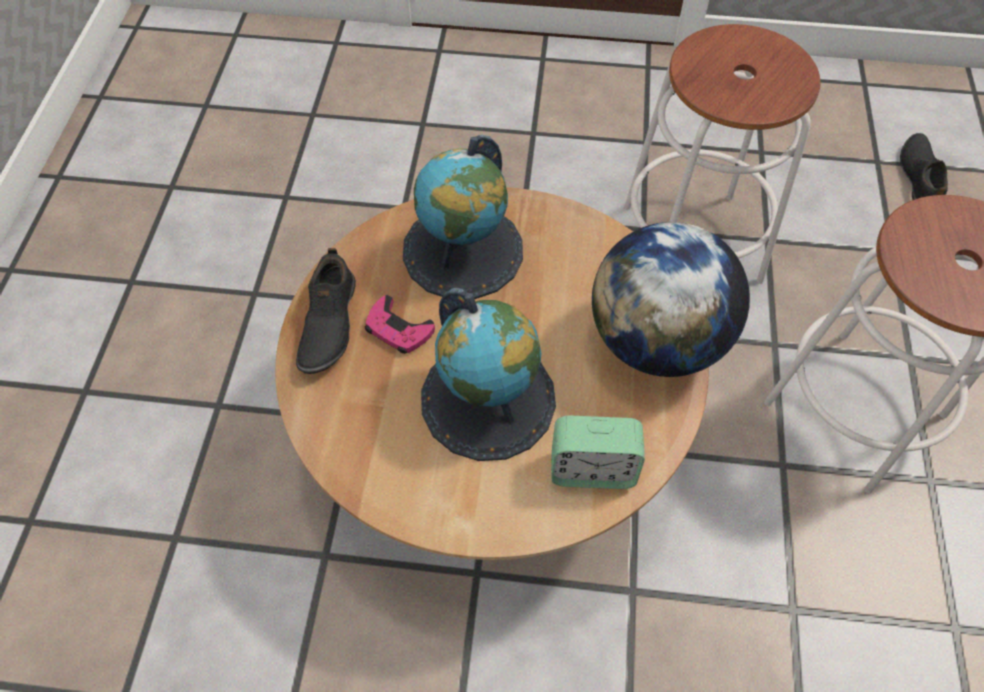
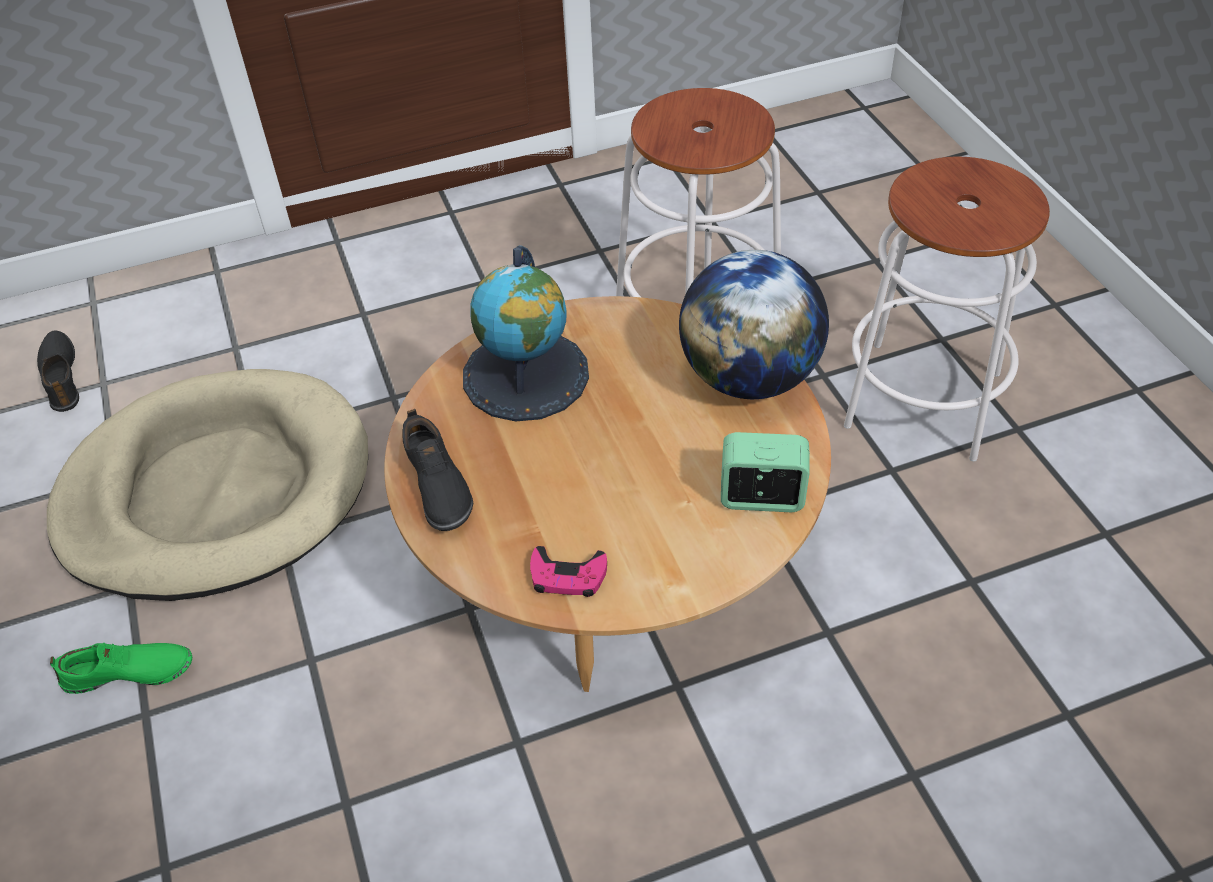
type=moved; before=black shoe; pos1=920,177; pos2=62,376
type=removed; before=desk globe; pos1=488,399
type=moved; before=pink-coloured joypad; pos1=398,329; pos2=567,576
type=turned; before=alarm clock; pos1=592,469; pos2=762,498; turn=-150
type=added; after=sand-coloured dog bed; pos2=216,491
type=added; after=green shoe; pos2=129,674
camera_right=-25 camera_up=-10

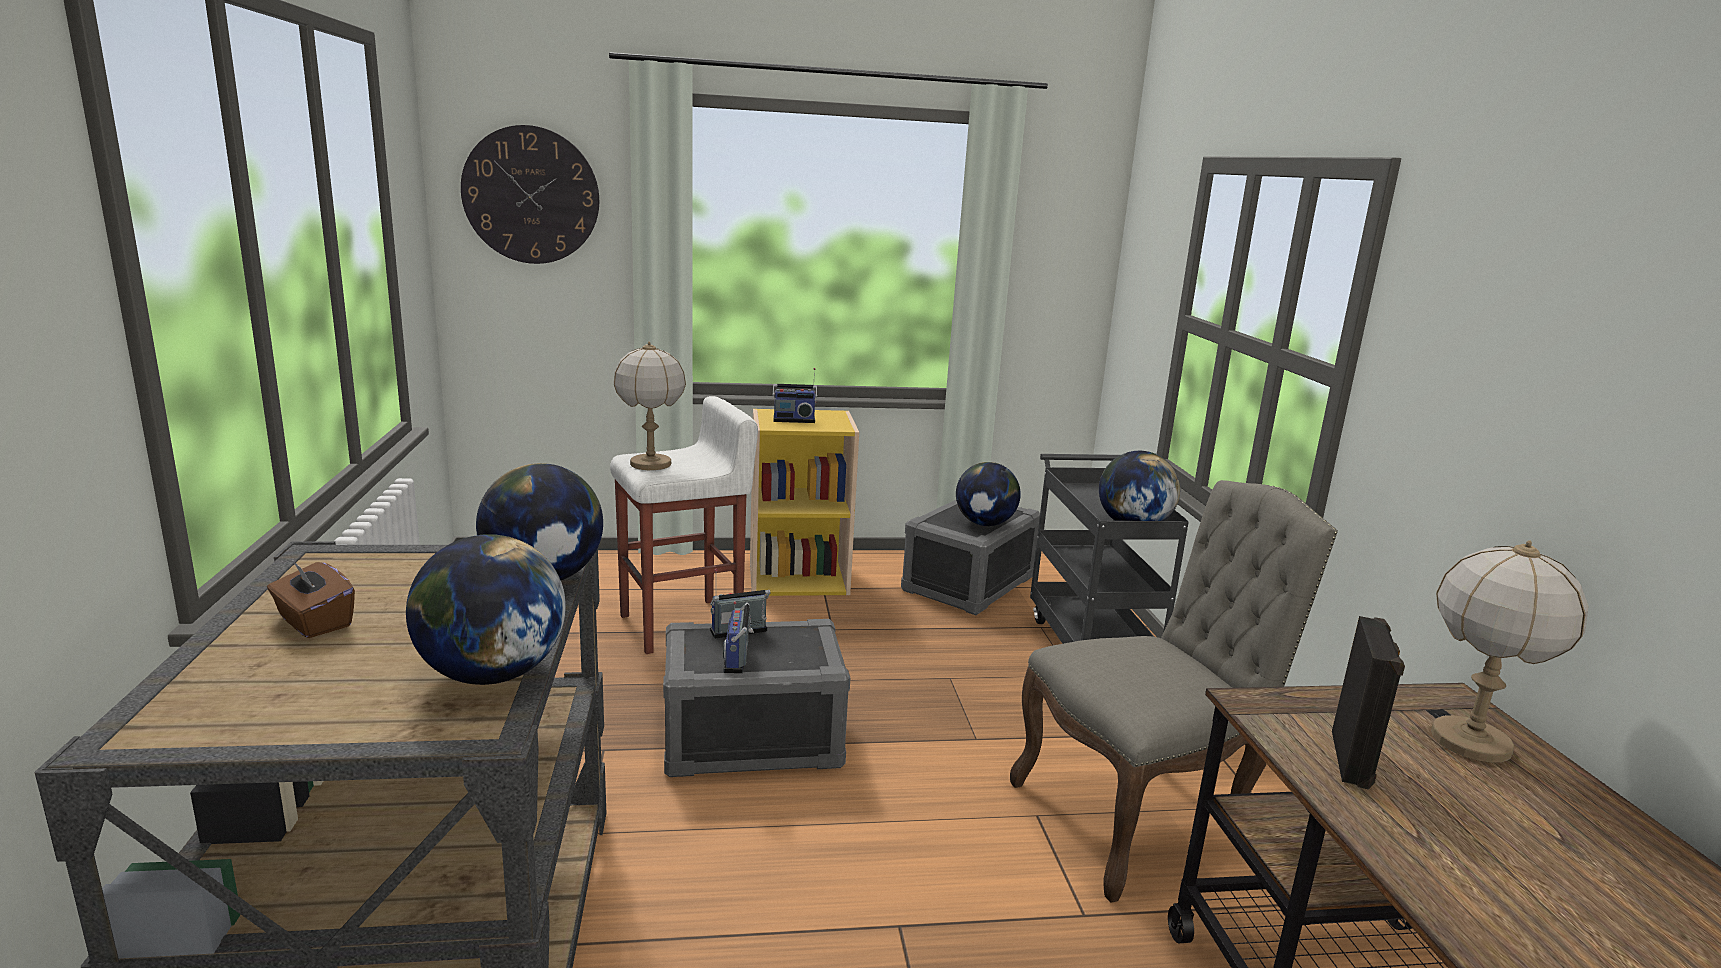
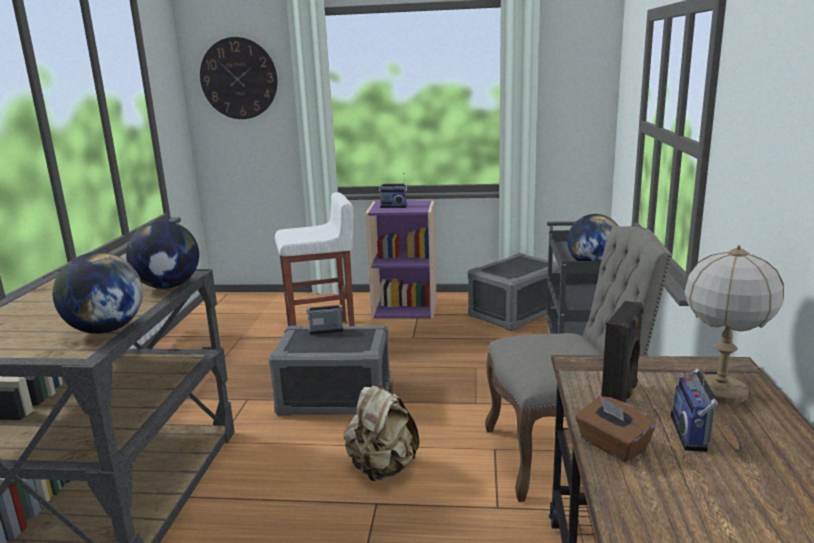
type=removed; before=table lamp; pos1=650,464
type=recoloured; before=yellowish bookshelf; after=purple-coloured bookshelf; pos1=799,578; pos2=405,308
type=removed; before=desk globe; pos1=985,524
type=moved; before=brown tissue holder; pos1=314,622; pos2=612,445
type=moved; before=radio receiver; pos1=738,659; pos2=692,433
type=added; after=sand-coloured backpack; pos2=382,468
camera_right=15 camera_up=0

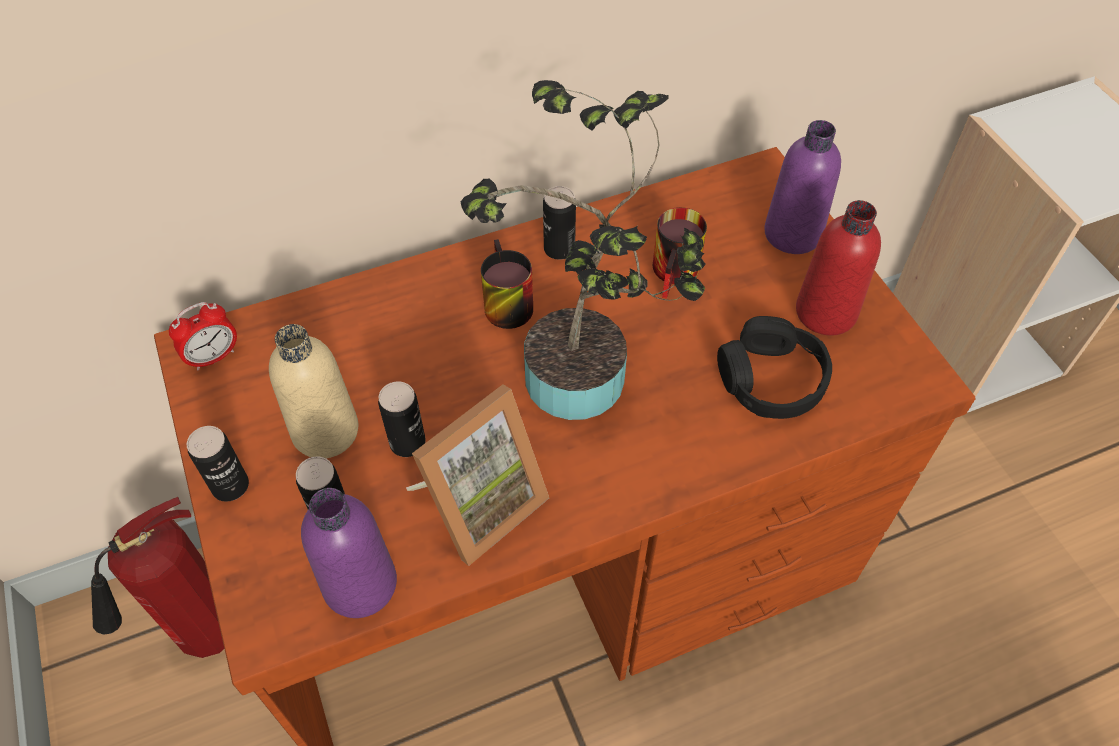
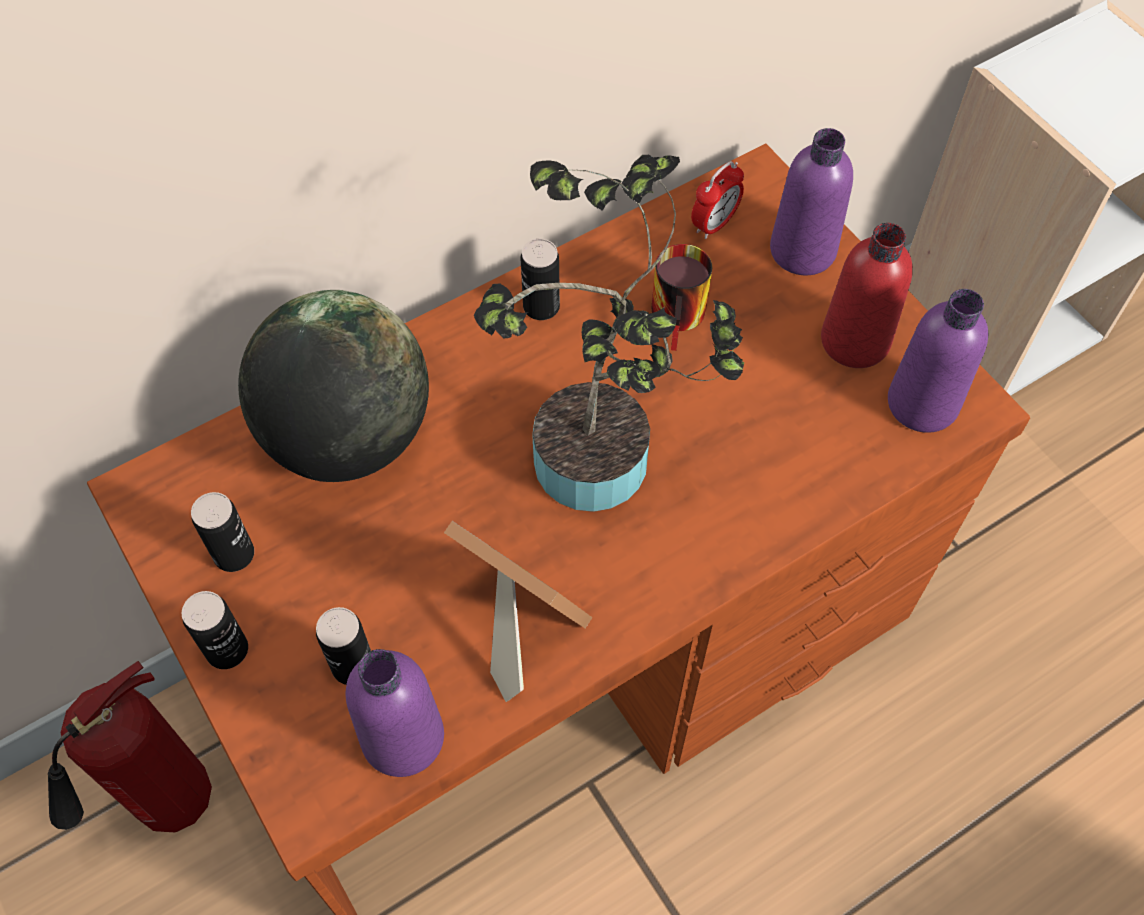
type=removed; before=tea mug; pos1=502,303
type=moved; before=alarm clock; pos1=214,357; pos2=714,224
type=removed; before=black headset; pos1=771,379
type=removed; before=sand-coloured bottle; pos1=325,431
type=moved; before=can; pos1=407,442; pos2=234,554
type=turned; before=picture frame; pos1=479,503; pos2=515,624; turn=-90
type=added; after=purple-coloured bottle; pos2=922,403
type=added; after=desk globe; pos2=349,436
camera_right=-10 camera_up=5

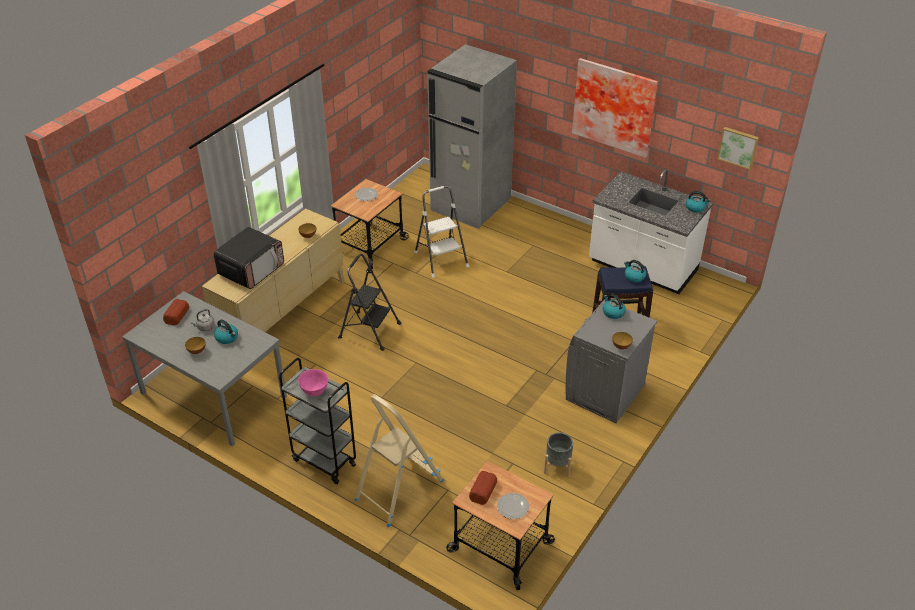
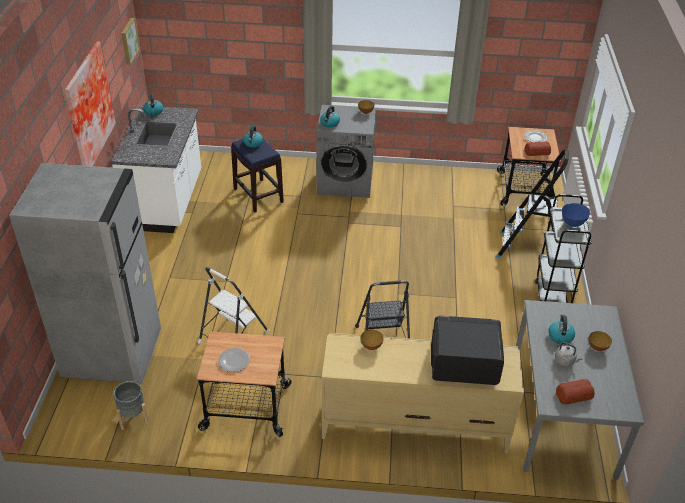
type=recoloured; before=pink-coloured serving bowl; after=blue serving bowl; pos1=315,392; pos2=572,223
type=recoloured; before=sand-coloured stepladder; after=black stepladder; pos1=400,489; pos2=530,249
type=moved; before=gray flower pot; pos1=557,466; pos2=133,416
camera_right=-120 camera_up=0

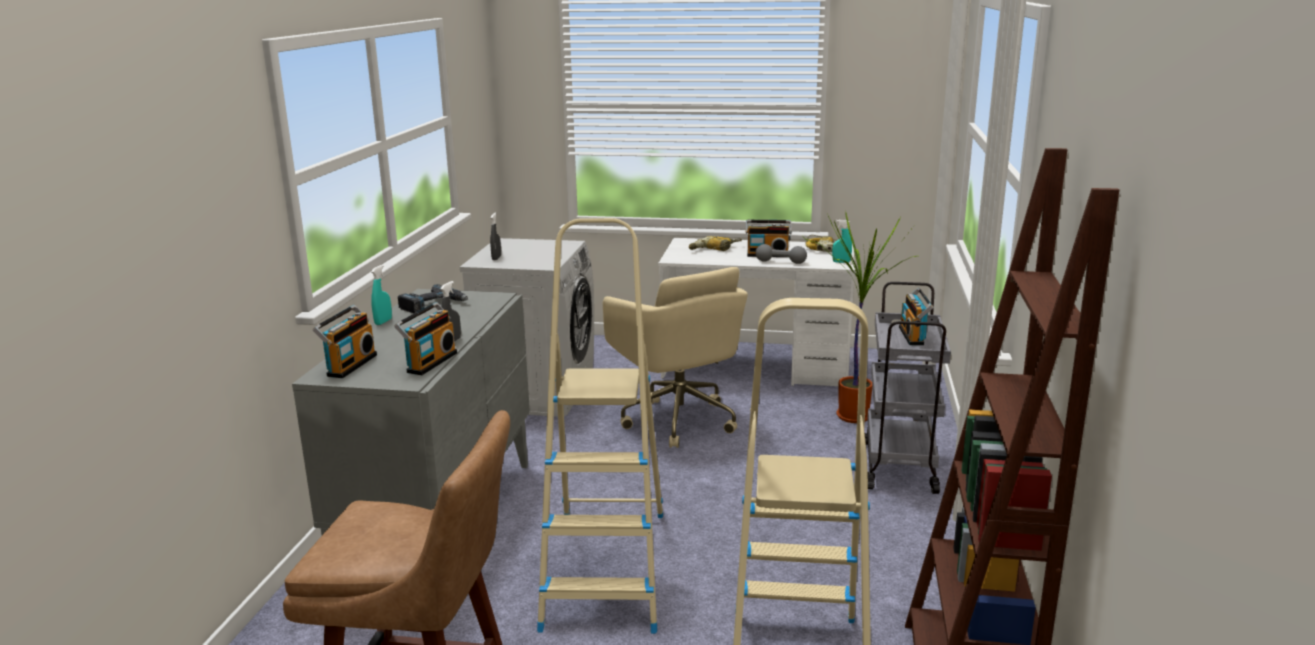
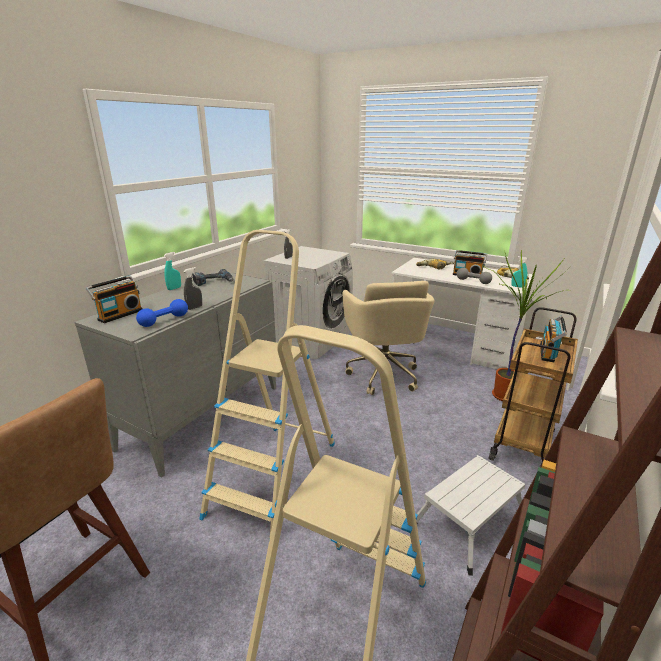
type=recoloured; before=gray wheeled cart; after=brown wheeled cart; pos1=899,467; pos2=522,446
type=replaced; before=radio receiver; after=blue hand weight; pos1=429,362; pos2=164,320
type=added; after=white stepladder; pos2=469,521
camera_right=20 camera_up=5

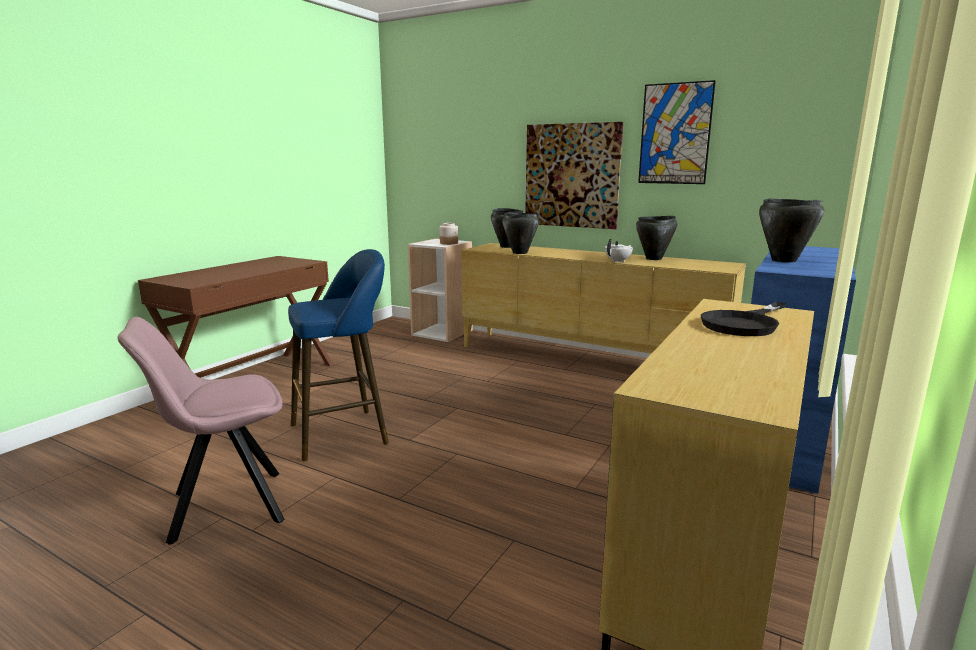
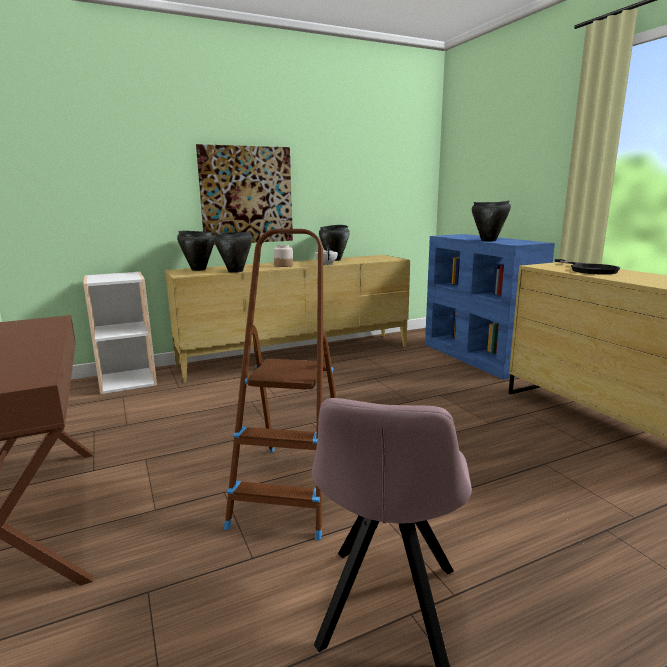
type=removed; before=wall art; pos1=675,134
type=moved; before=storage jar; pos1=449,243; pos2=283,265
type=replaced; before=blue stool seat; after=brown stepladder; pos1=345,433; pos2=291,488
camera_right=-55 camera_up=0

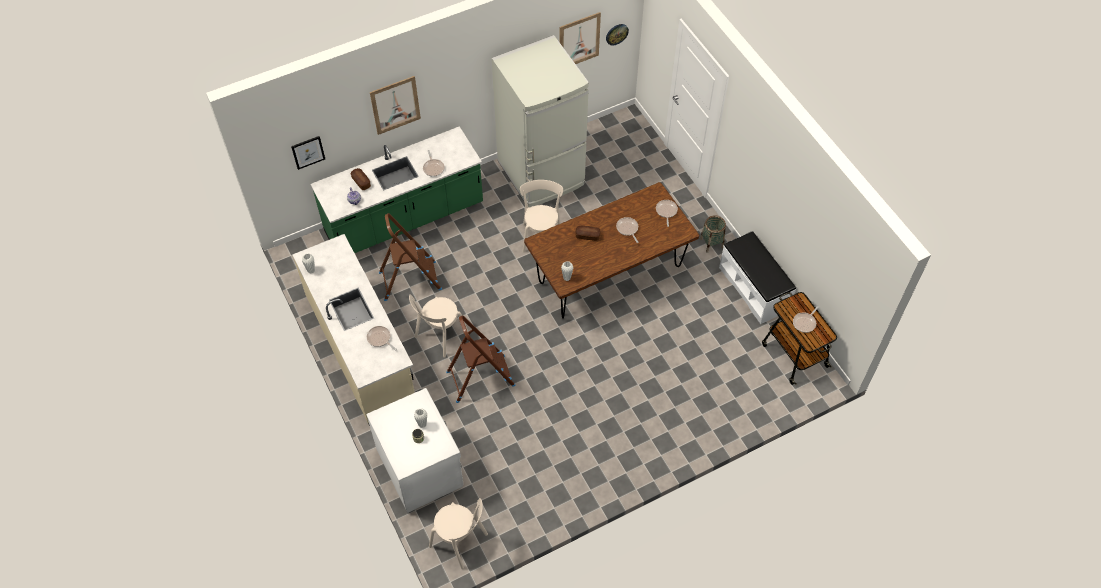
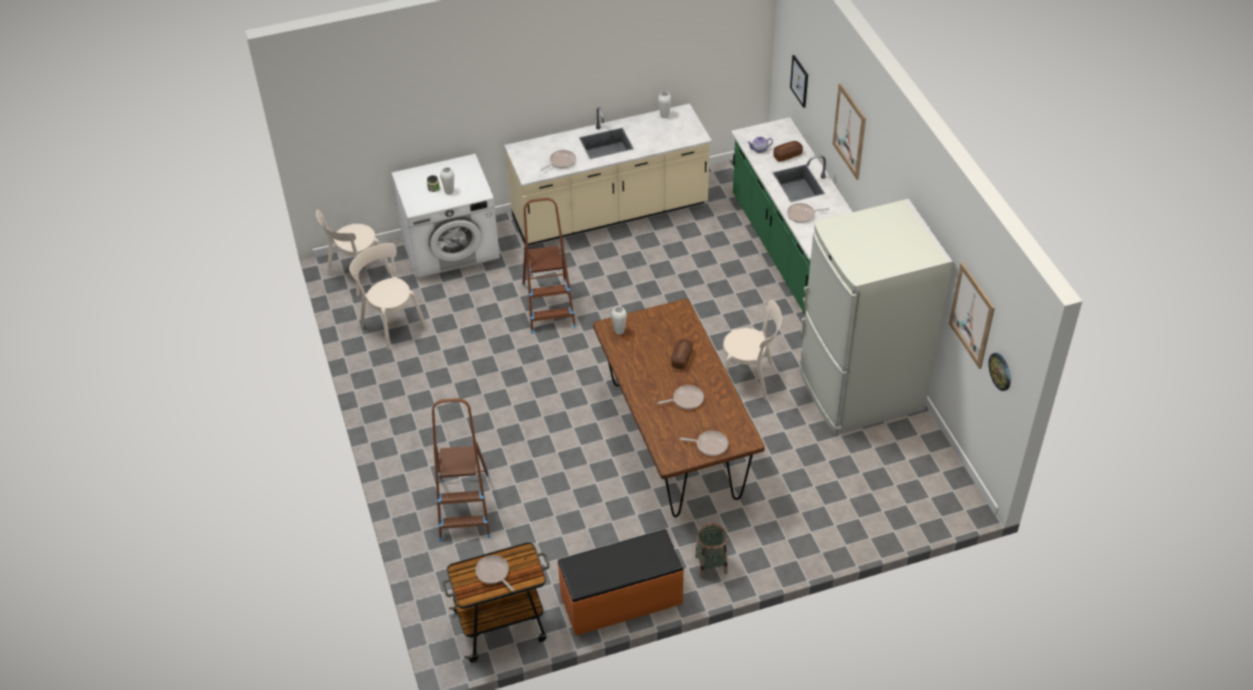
type=moved; before=brown stepladder; pos1=411,280; pos2=464,507
type=recoloured; before=white long seat; after=orange long seat; pos1=754,288; pos2=621,600
type=moved; before=sand-coloured chair; pos1=439,336; pos2=391,324
camera_right=100 camera_up=-10

